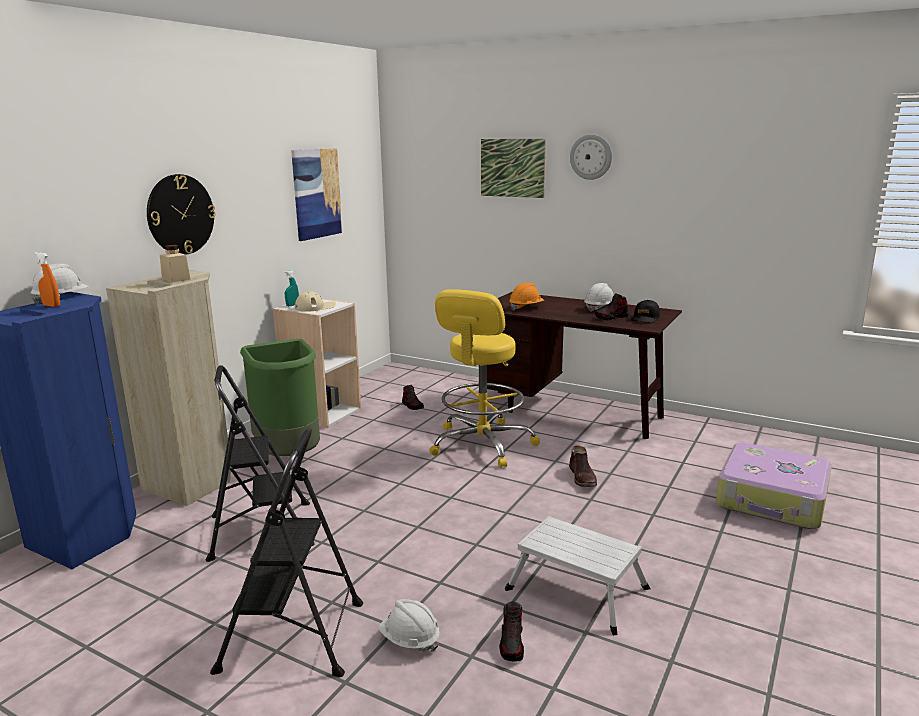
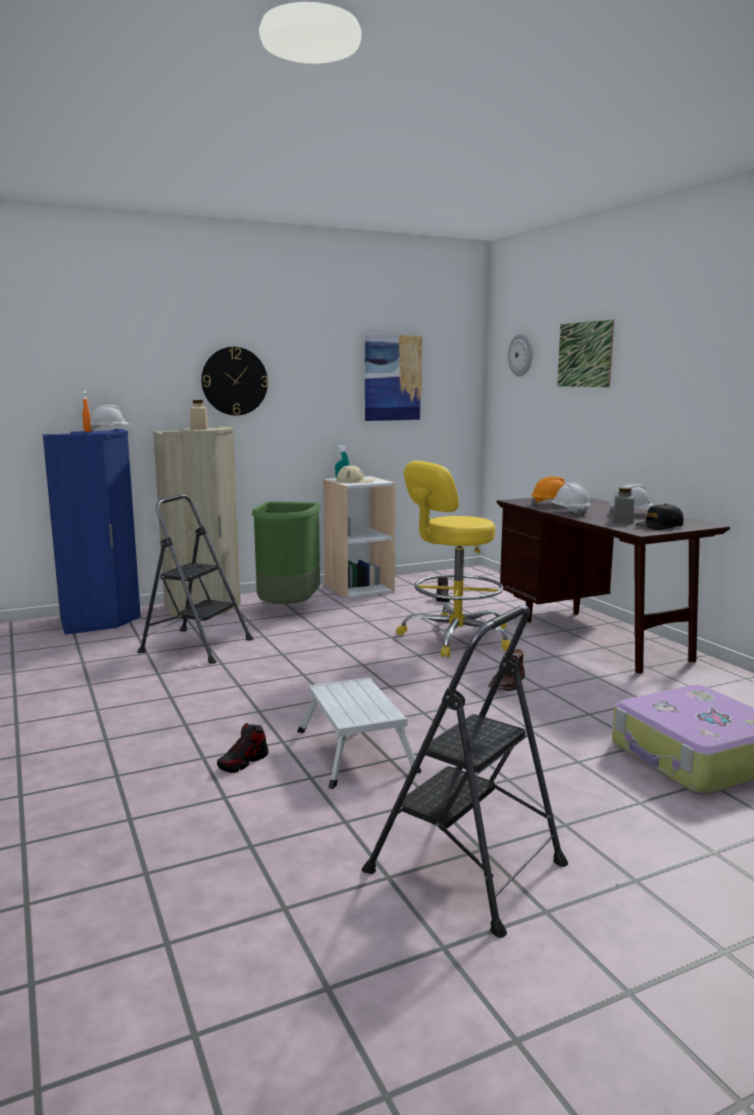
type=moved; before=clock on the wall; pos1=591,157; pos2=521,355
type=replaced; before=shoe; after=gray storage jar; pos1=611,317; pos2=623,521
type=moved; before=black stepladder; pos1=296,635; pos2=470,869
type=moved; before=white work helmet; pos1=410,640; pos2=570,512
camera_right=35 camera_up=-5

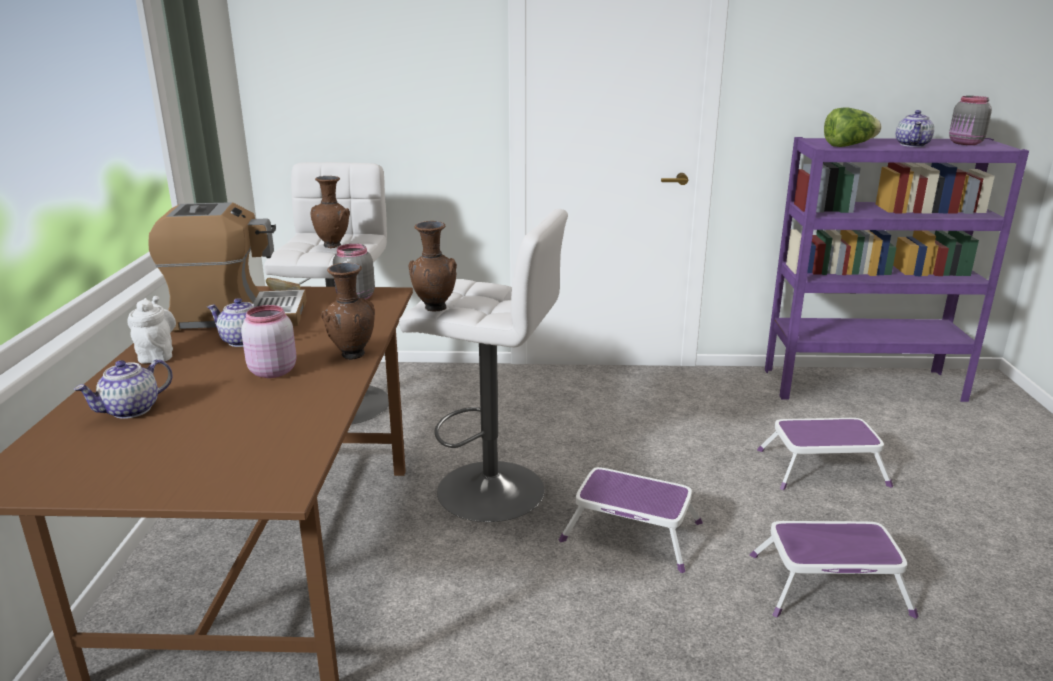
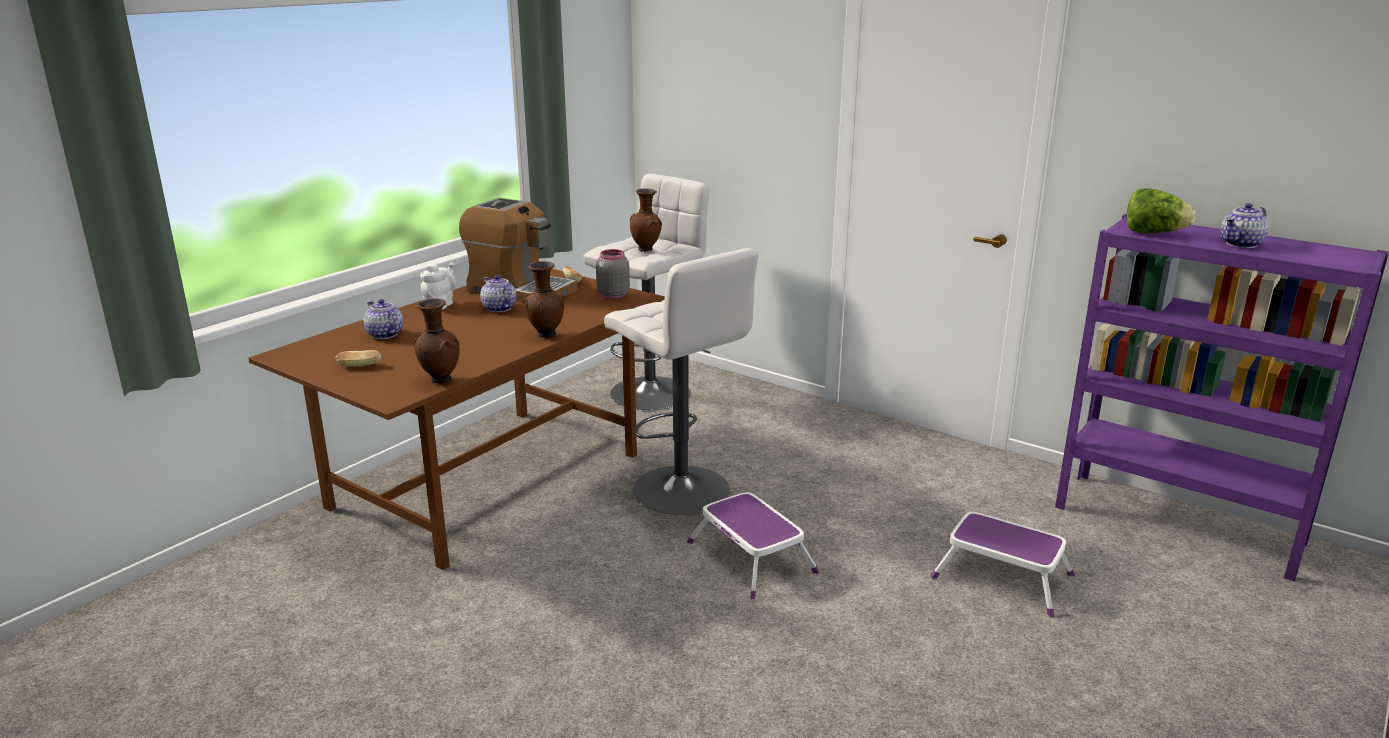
type=removed; before=gray storage jar; pos1=965,143
type=moved; before=brown decorative vase; pos1=434,309; pos2=439,380
type=removed; before=pink-coloured storage jar; pos1=272,371
type=turned; before=teapot; pos1=131,410; pos2=384,334; turn=60
type=removed; before=purple-coloured stepladder; pos1=829,585
type=added; after=bakery bread; pos2=359,366
camera_right=35 camera_up=0

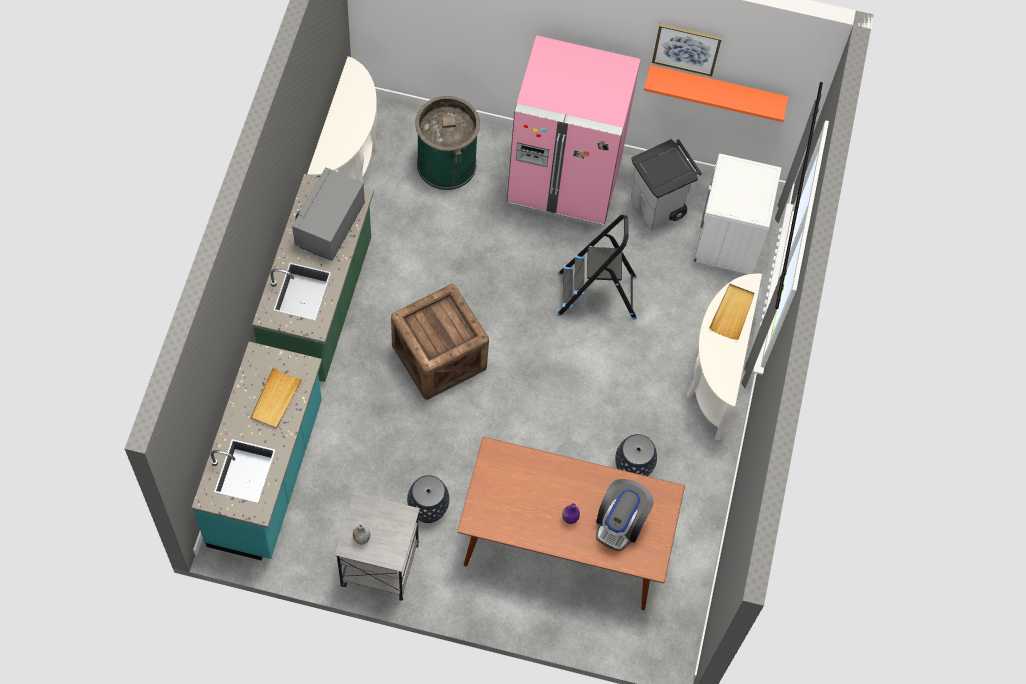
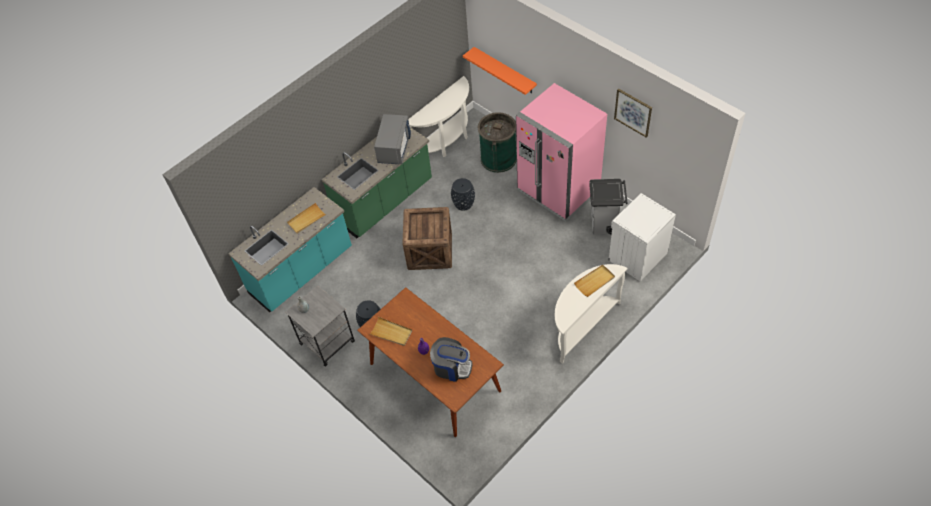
type=moved; before=orange shelf; pos1=717,88; pos2=505,71
type=turned; before=gray microwave; pos1=330,226; pos2=394,148; turn=135
type=removed; before=black stepladder; pos1=595,295
type=moved; before=black stool seat; pos1=633,467; pos2=463,203
type=turned; before=coffee machine; pos1=620,522; pos2=451,367; turn=-135
type=added; after=sand-coloured tray; pos2=391,332
camera_right=40 camera_up=-10

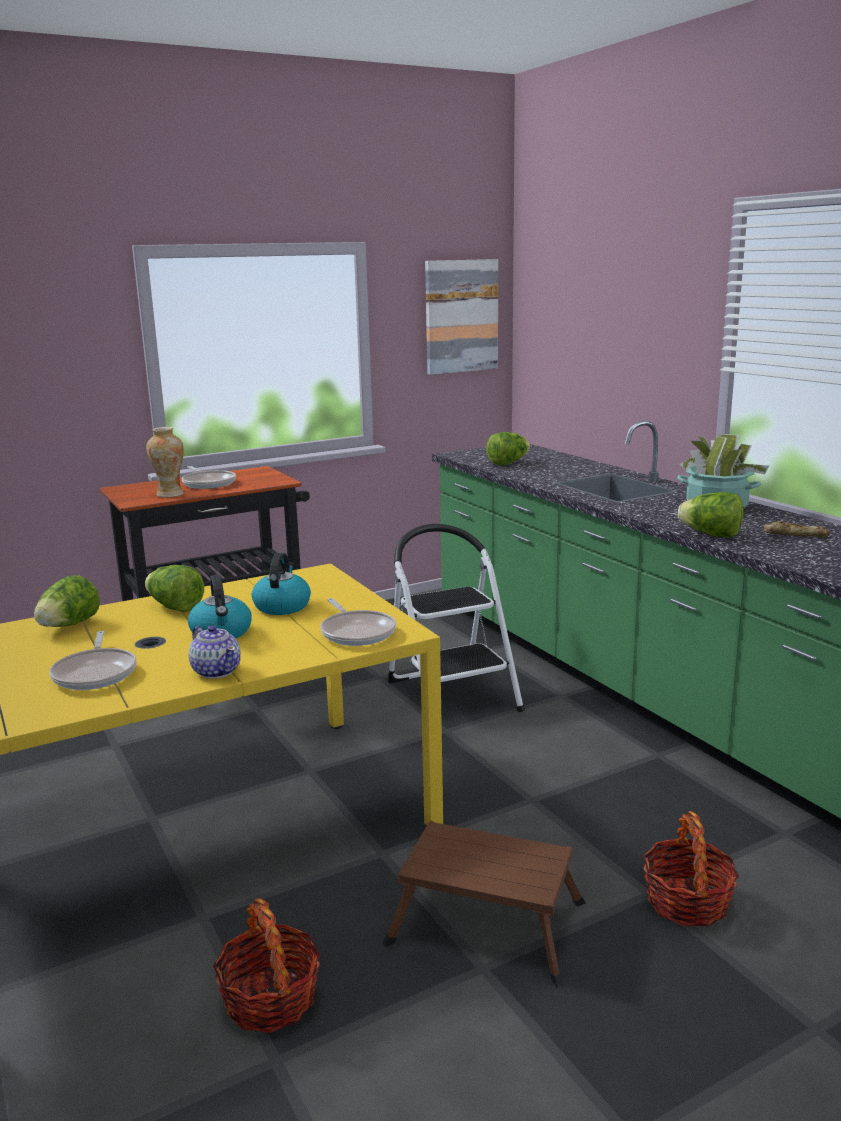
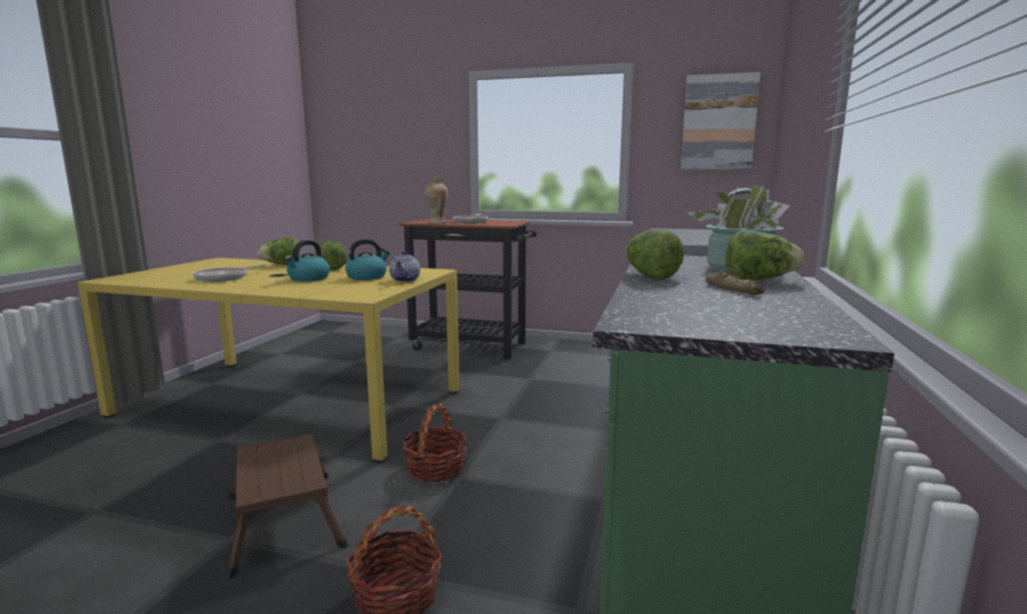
type=moved; before=lettuce head; pos1=508,463; pos2=758,281
type=removed; before=stepladder; pos1=452,694
type=removed; before=pan; pos1=356,632
type=moved; before=teapot; pos1=216,671; pos2=405,280
type=moved; before=storage basket; pos1=271,999; pos2=435,469
camera_right=45 camera_up=-5

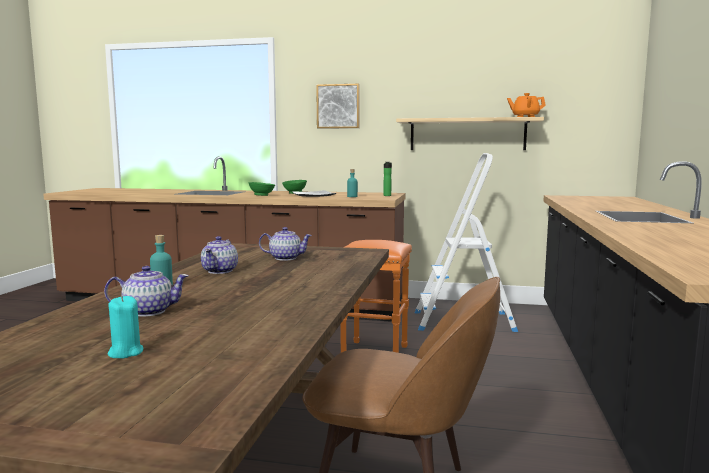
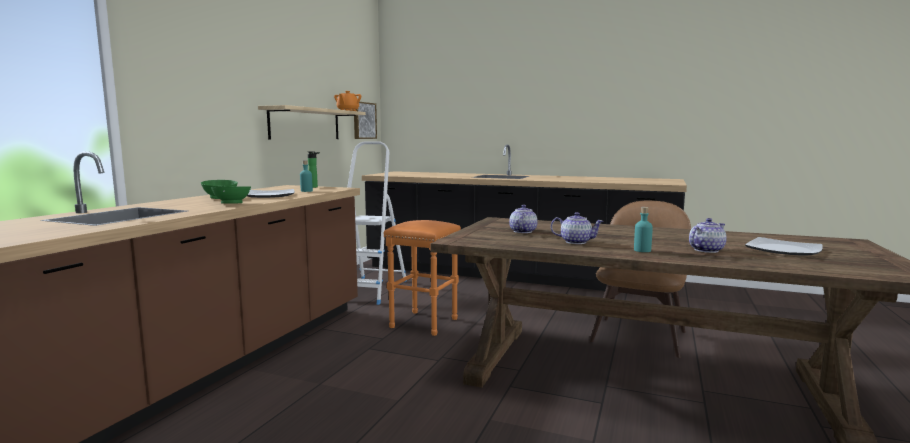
type=moved; before=wall art; pos1=338,106; pos2=363,120
type=turned; before=teapot; pos1=148,311; pos2=705,250; turn=60
type=replaced; before=blue-green candle; after=flat dish; pos1=125,352; pos2=782,249
camera_right=-80 camera_up=0

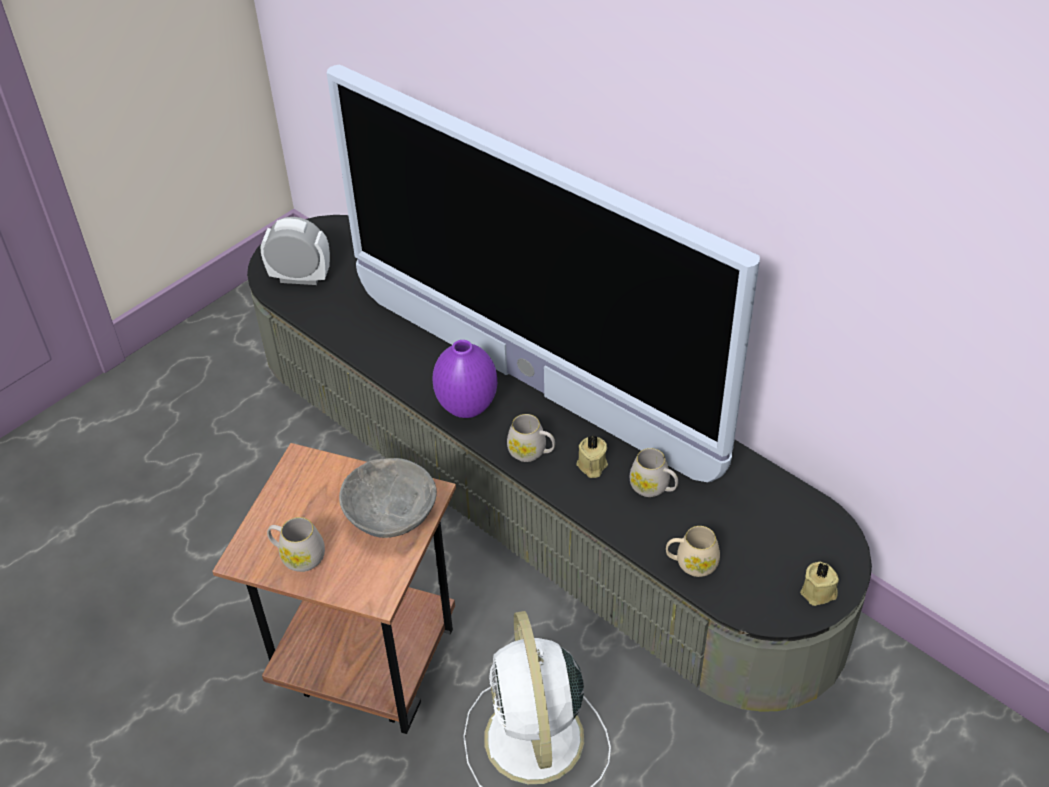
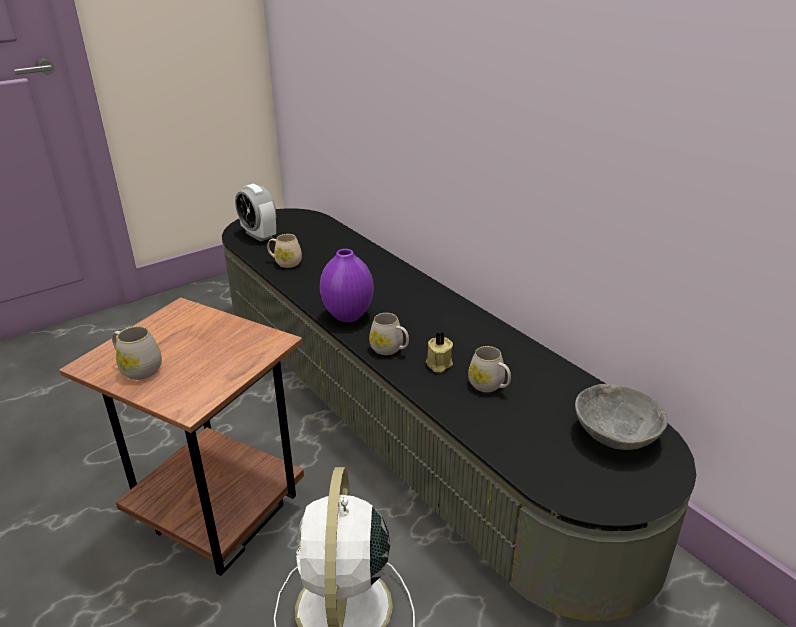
type=removed; before=TV set; pos1=530,382
type=turned; before=alarm clock; pos1=300,278; pos2=259,235; turn=-150
type=moved; before=gray serving bowl; pos1=389,515; pos2=614,435
type=moved; before=sand-coloured tea mug; pos1=691,563; pos2=285,262
type=removed; before=sand-coloured candle; pos1=819,593
camera_right=10 camera_up=-15

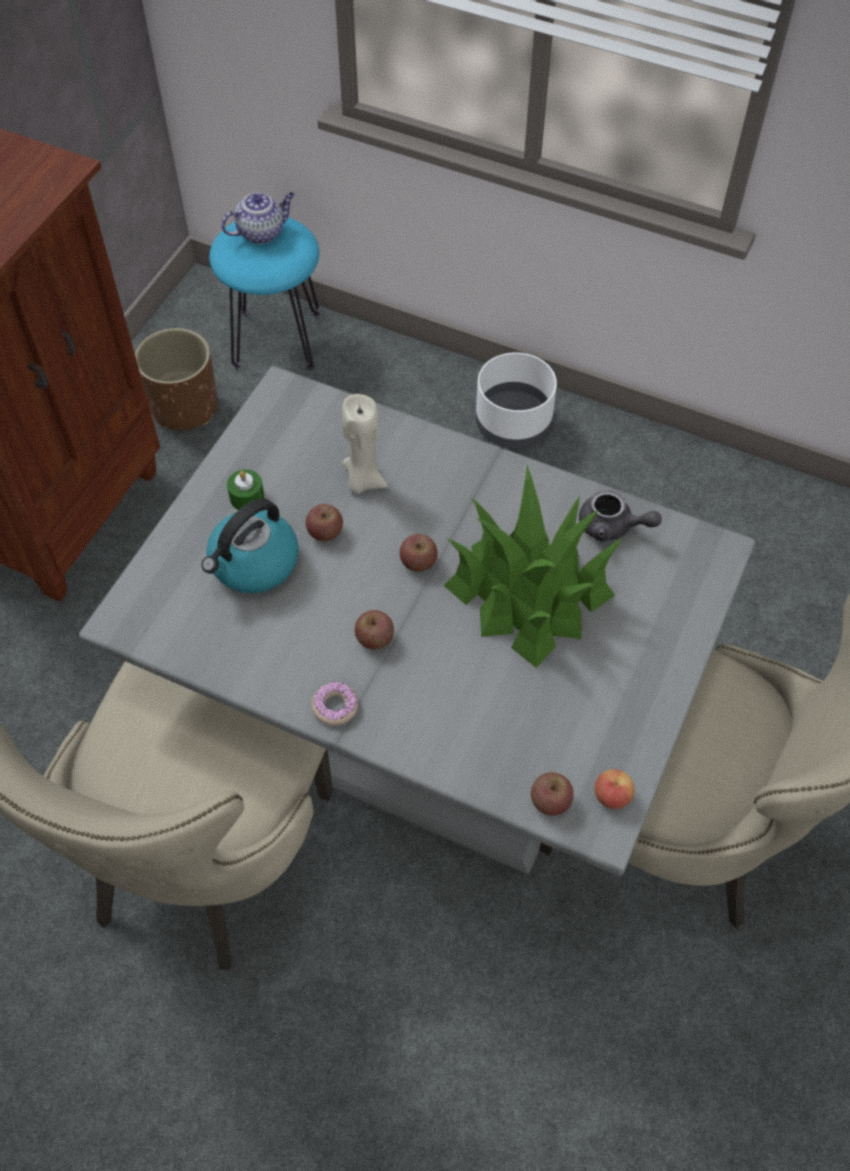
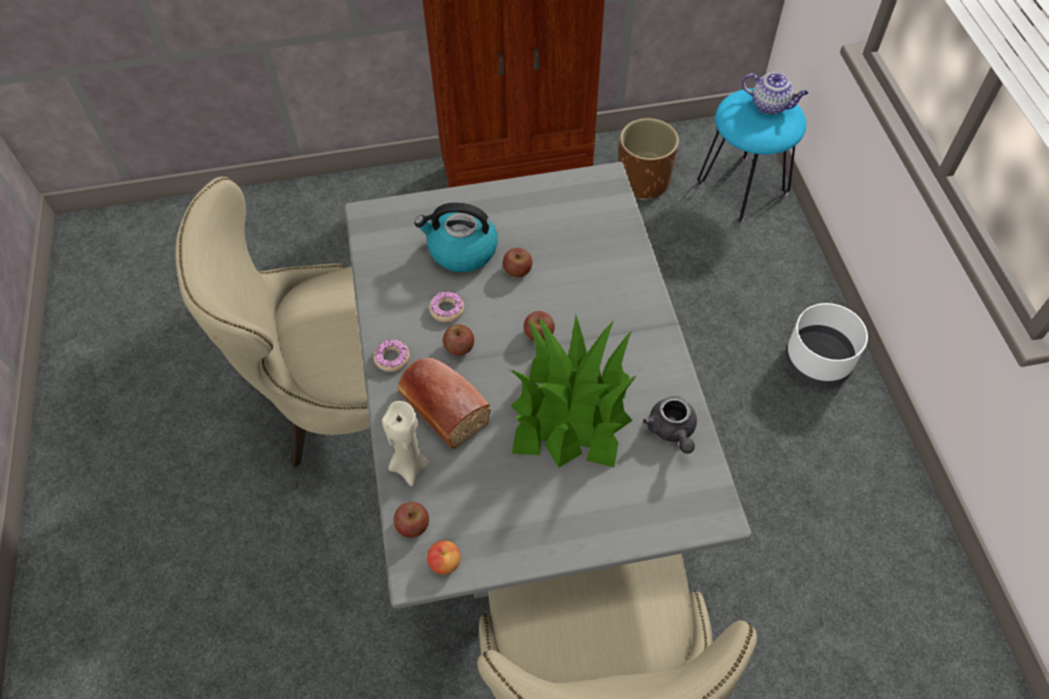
type=moved; before=sand-coloured candle; pos1=363,480; pos2=409,465
type=removed; before=green candle; pos1=247,497
type=added; after=ring doughnut; pos2=447,310
type=added; after=bakery bread; pos2=441,407
camera_right=55 camera_up=0

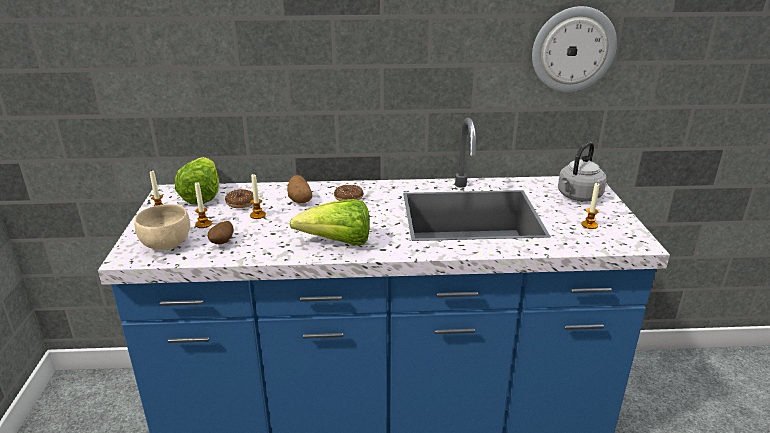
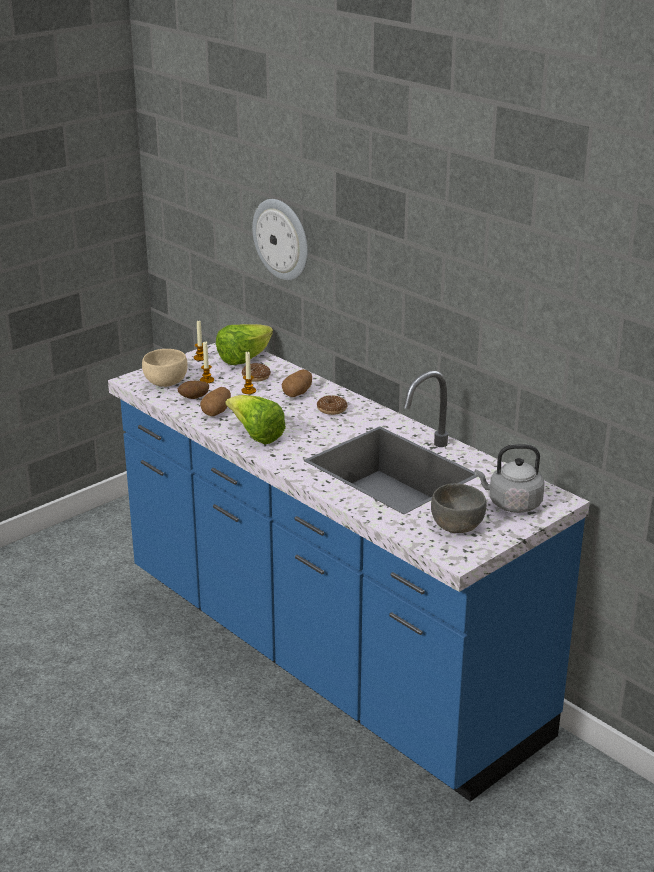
type=moved; before=clock on the wall; pos1=573,49; pos2=282,239
type=replaced; before=candle; after=gray serving bowl; pos1=589,225; pos2=457,525
type=added; after=whole potato; pos2=217,412
camera_right=50 camera_up=0

